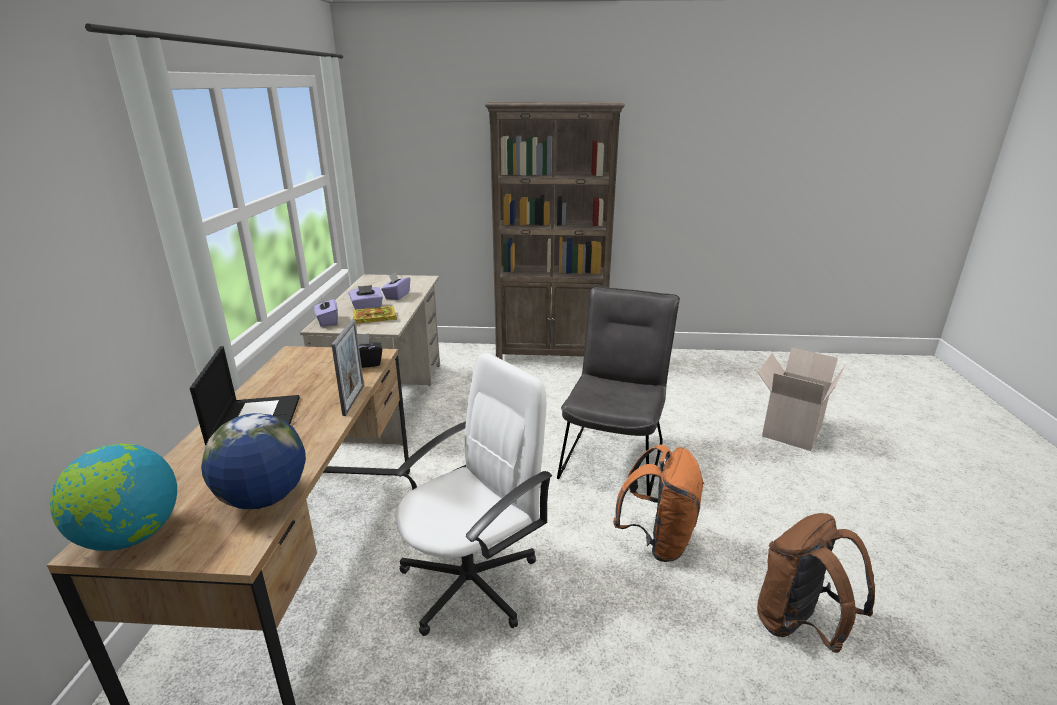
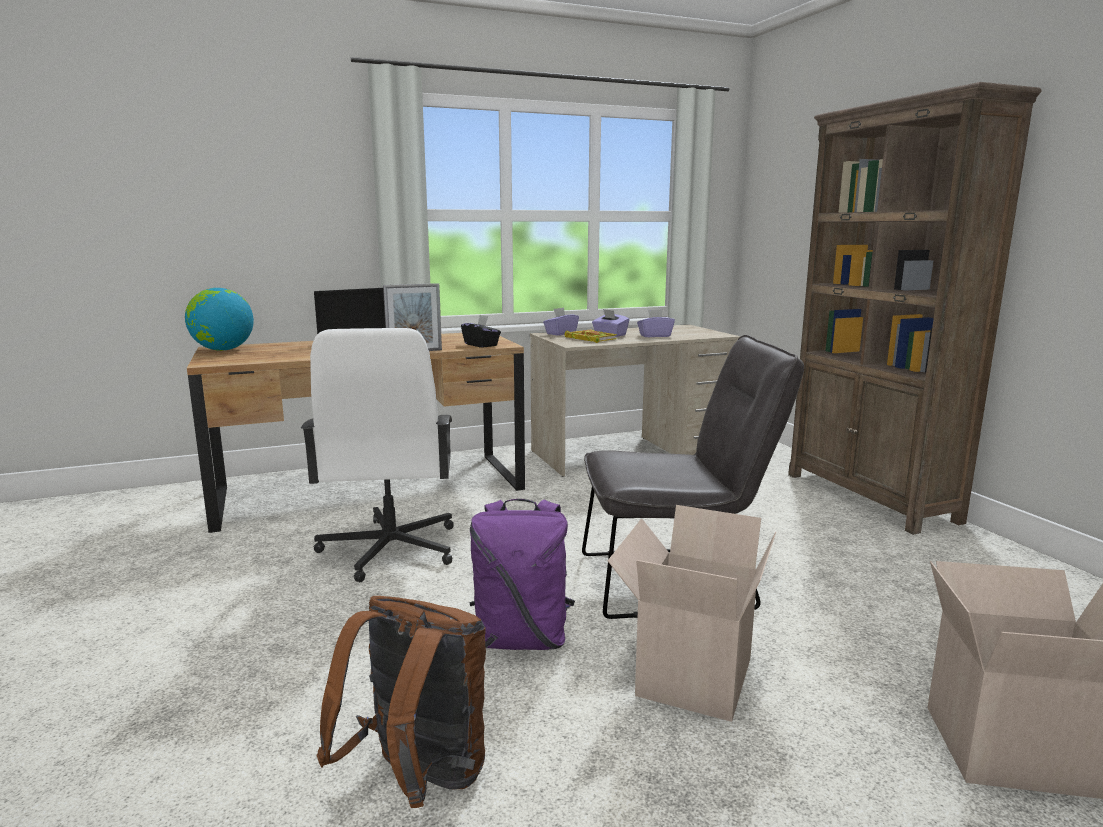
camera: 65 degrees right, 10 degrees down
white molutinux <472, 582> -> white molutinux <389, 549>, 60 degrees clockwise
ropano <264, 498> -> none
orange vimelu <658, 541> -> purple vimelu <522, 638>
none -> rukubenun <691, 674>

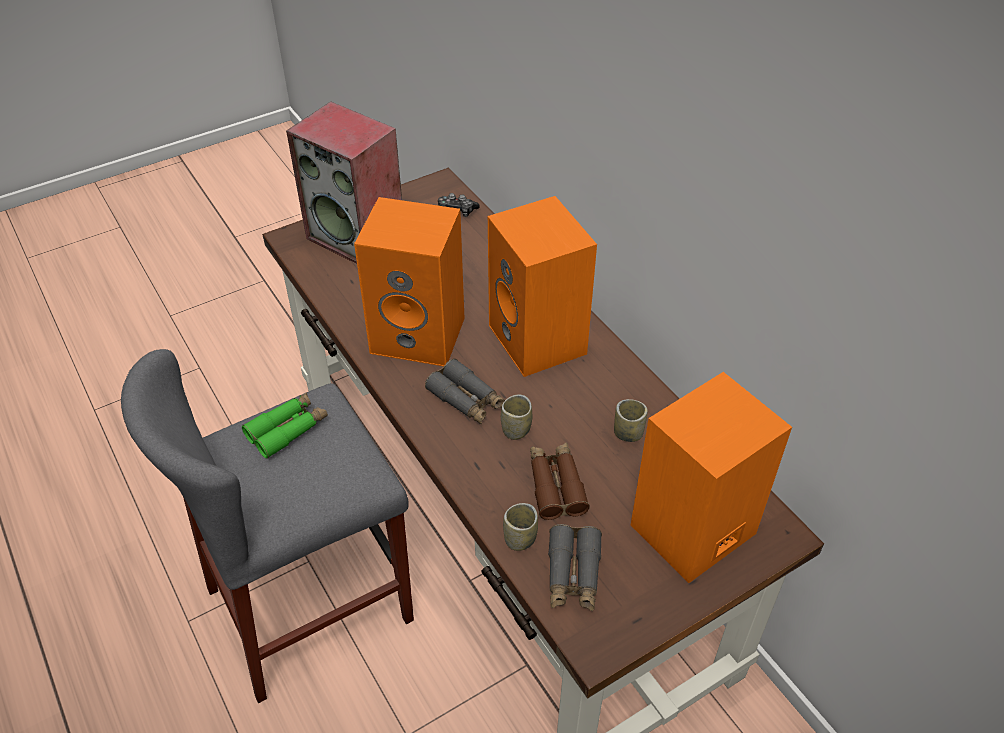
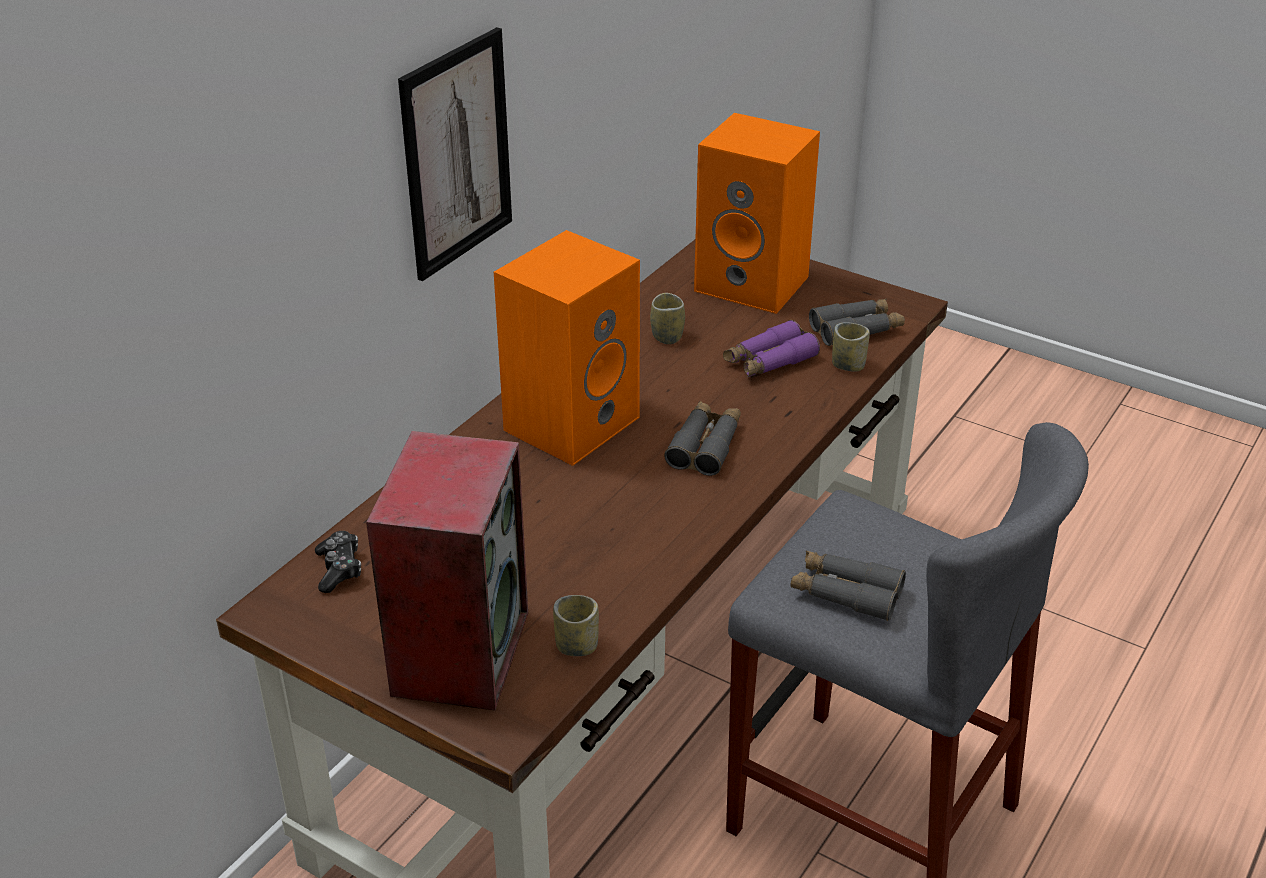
camera: 115 degrees left, 10 degrees down
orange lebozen <420, 334> -> none
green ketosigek <287, 429> -> grey ketosigek <846, 593>
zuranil <516, 430> -> zuranil <577, 646>, shifted
brown ketosigek <556, 485> -> purple ketosigek <769, 361>
none -> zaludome <456, 154>

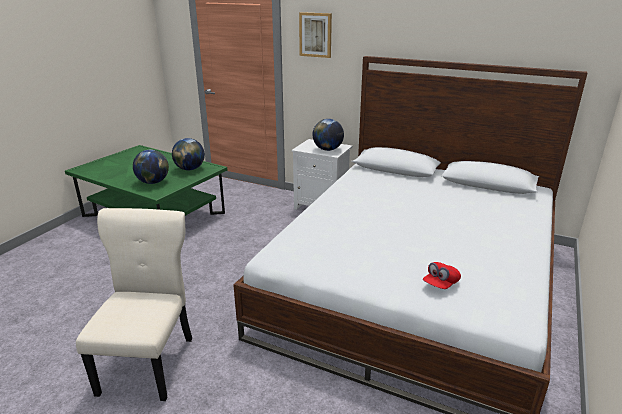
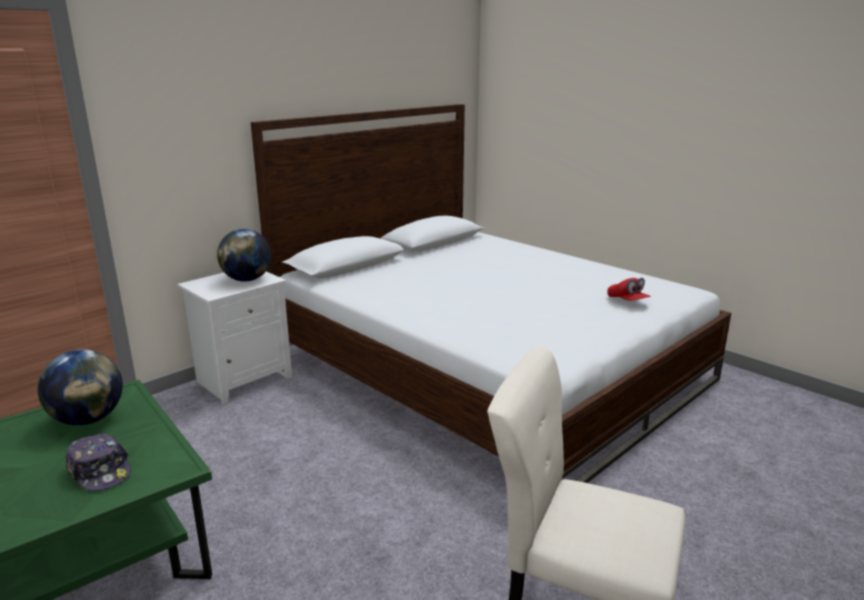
camera: 70 degrees left, 5 degrees down
zaludome <315, 35> -> none
ropano <153, 182> -> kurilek <100, 471>

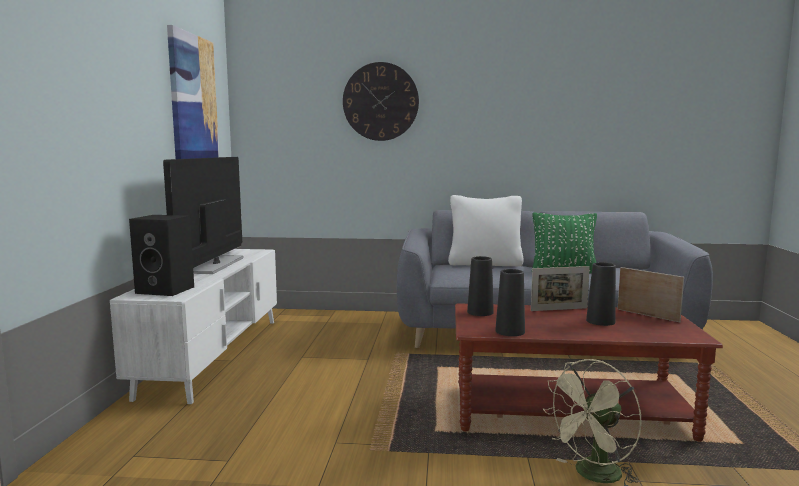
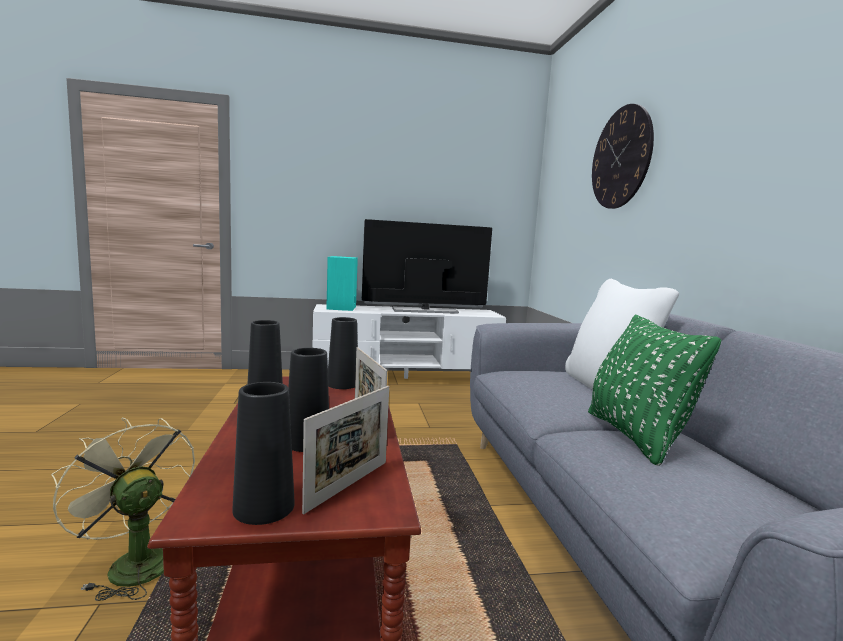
camera: 75 degrees right, 0 degrees up
zaludome <193, 104> -> none
black lebozen <167, 290> -> turquoise lebozen <342, 308>
none -> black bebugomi <264, 507>

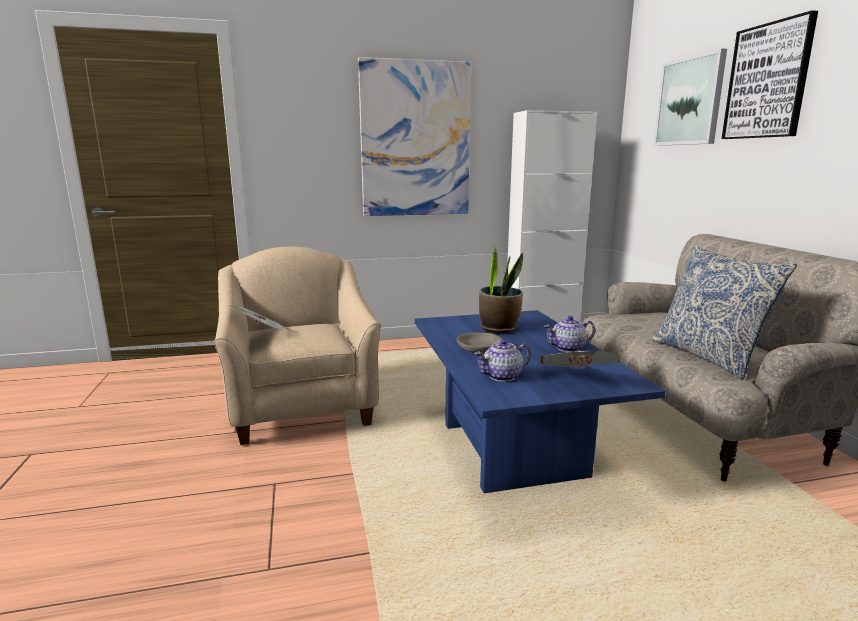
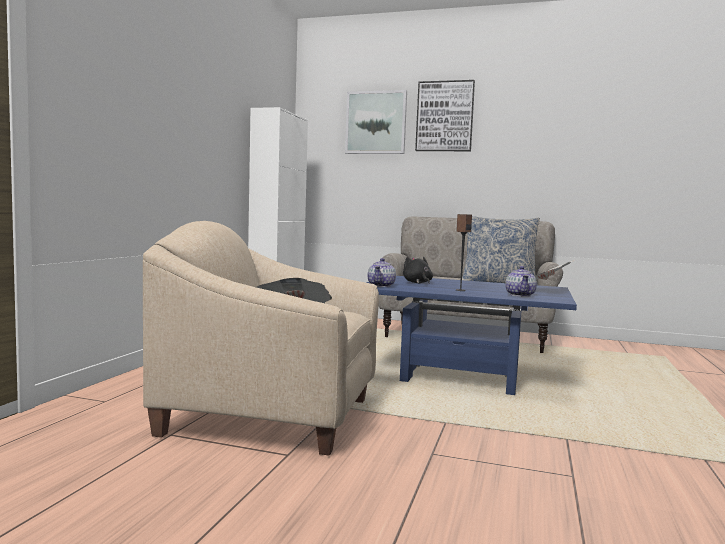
camera: 60 degrees left, 10 degrees down
zaludome <415, 140> -> none
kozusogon <499, 328> -> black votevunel <417, 283>
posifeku <568, 348> -> posifeku <381, 285>, shifted
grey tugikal <480, 349> -> lebozen <460, 290>

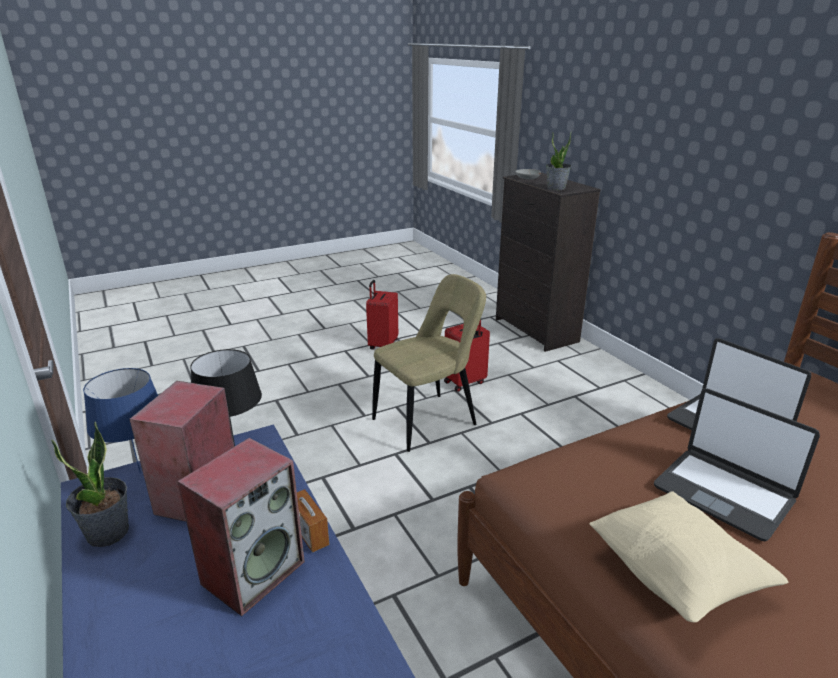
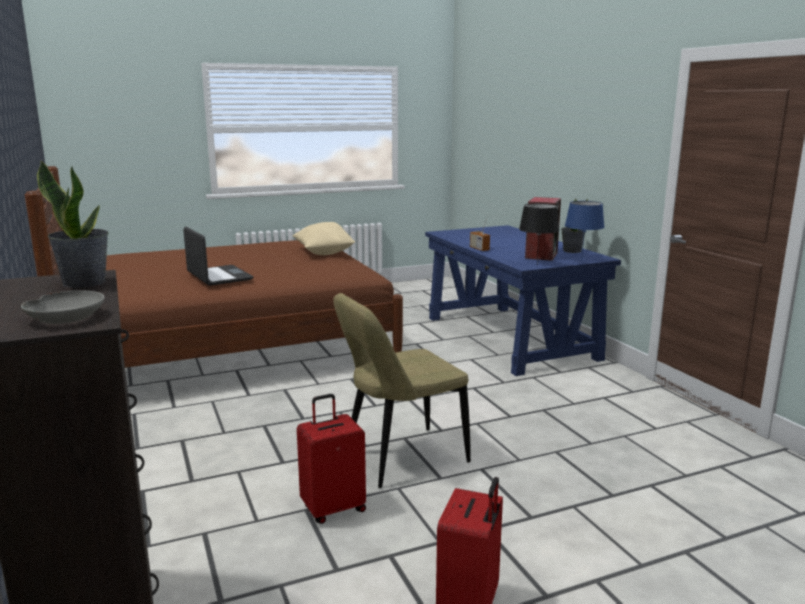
camera: 175 degrees left, 10 degrees down
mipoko <723, 493> -> none
lebozen <253, 571> -> none

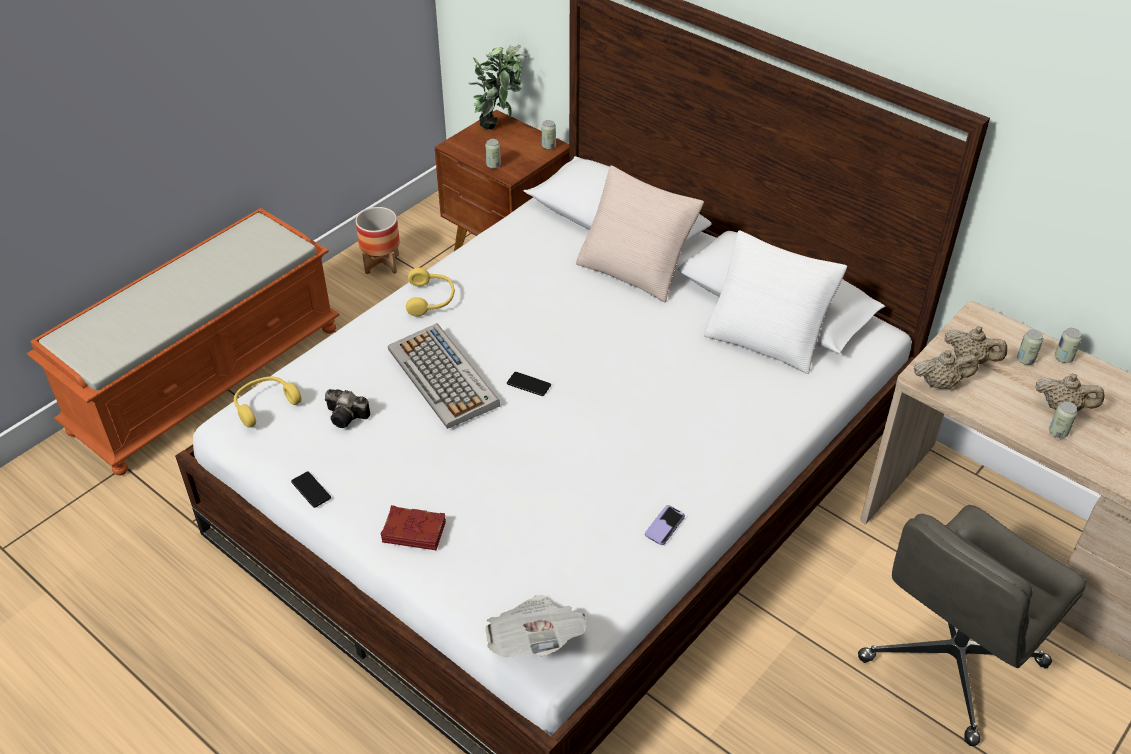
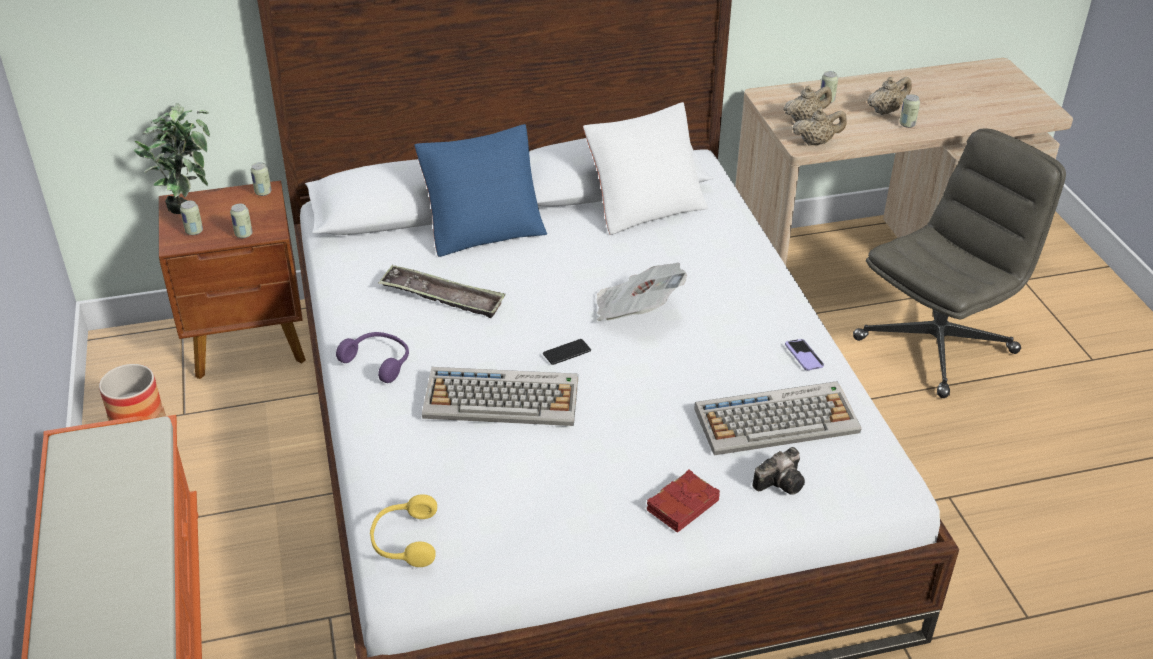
camera: 55 degrees left, 5 degrees down
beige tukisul <636, 267> -> blue tukisul <483, 228>
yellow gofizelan <431, 299> -> purple gofizelan <379, 361>
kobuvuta <1063, 358> -> kobuvuta <194, 231>, shifted
beige posifeku <940, 383> -> beige posifeku <816, 142>, 45 degrees clockwise
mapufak <348, 416> -> mapufak <781, 481>, shifted
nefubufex <311, 490> -> none
grey molutinux <951, 663> -> grey molutinux <936, 344>, 120 degrees counterclockwise
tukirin <535, 641> -> tukirin <636, 311>, shifted
none -> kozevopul <442, 297>
none -> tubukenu <777, 419>

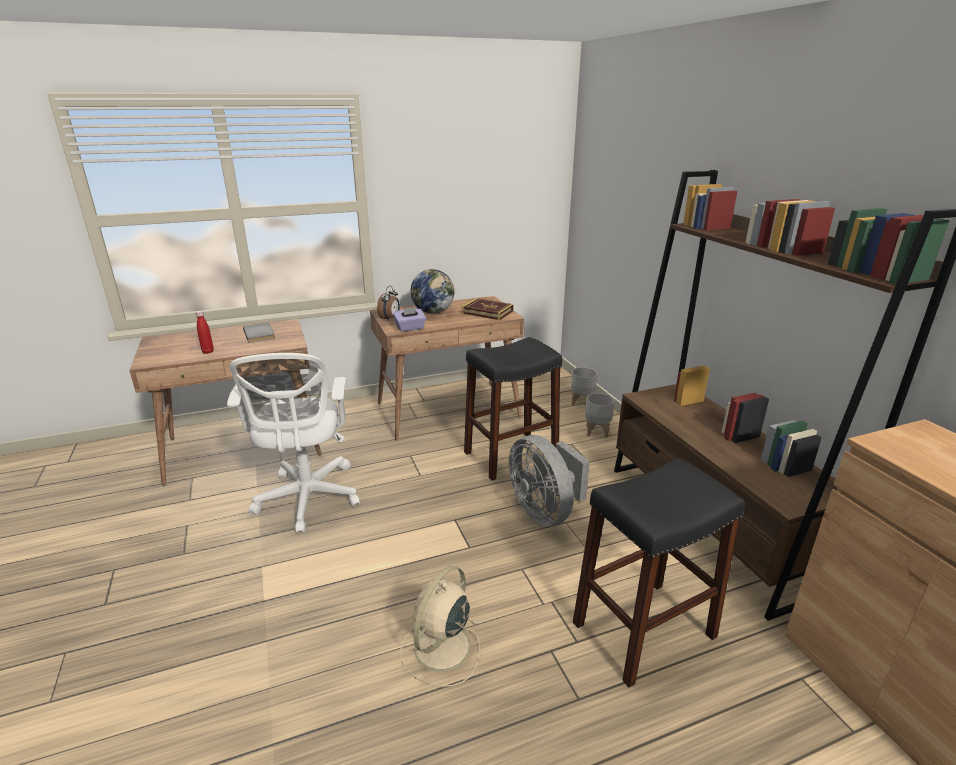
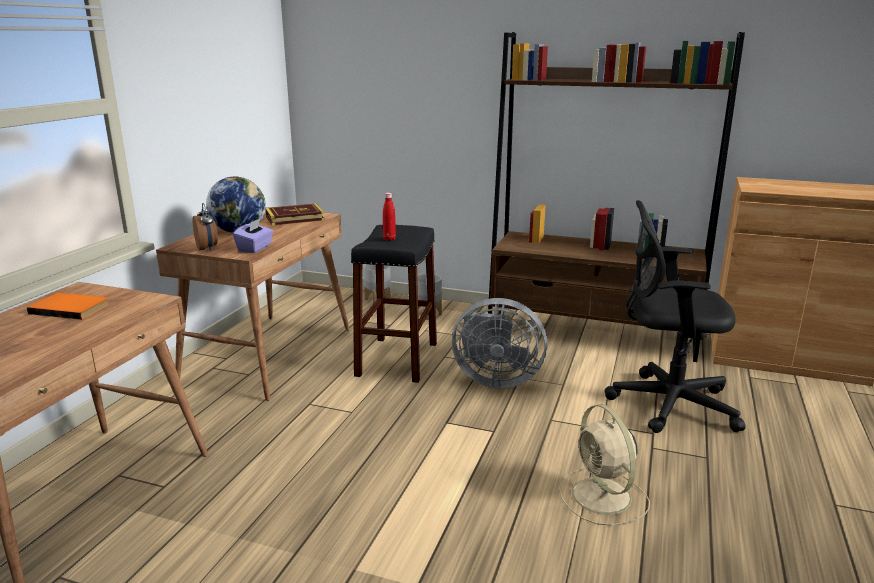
camera: 50 degrees left, 5 degrees down
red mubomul <208, 352> -> red mubomul <389, 239>, shifted
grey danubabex <260, 334> -> orange danubabex <71, 308>
white molutinux <307, 500> -> none
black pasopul <644, 630> -> black molutinux <666, 403>

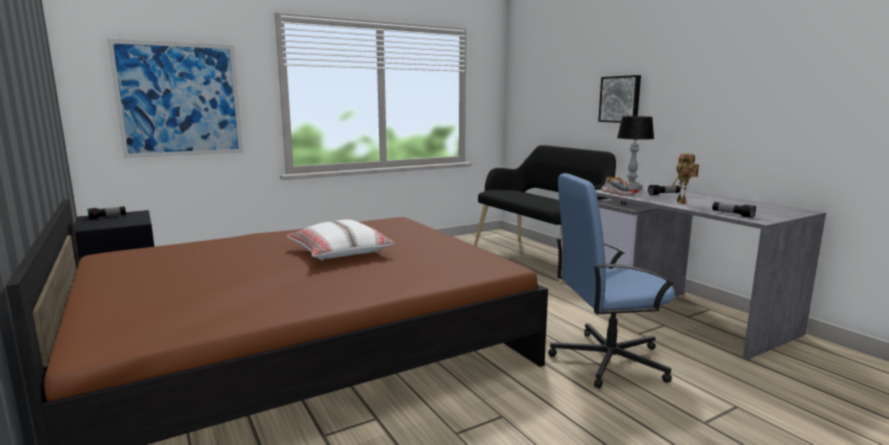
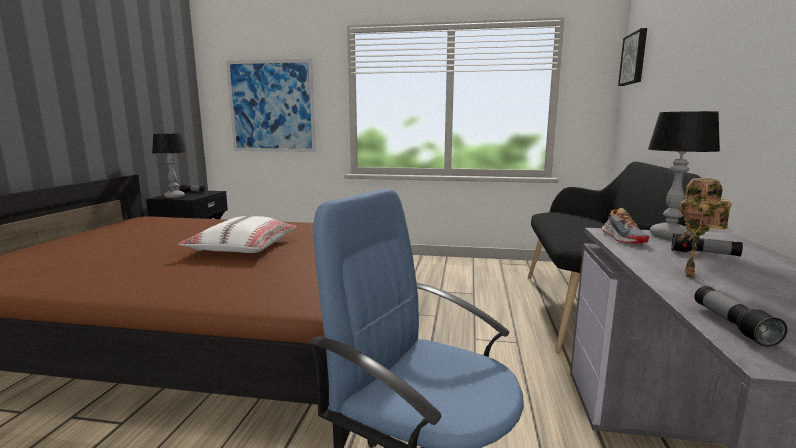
camera: 40 degrees right, 0 degrees up
zaludome <620, 99> -> zaludome <634, 58>, shifted
none -> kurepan <174, 197>

